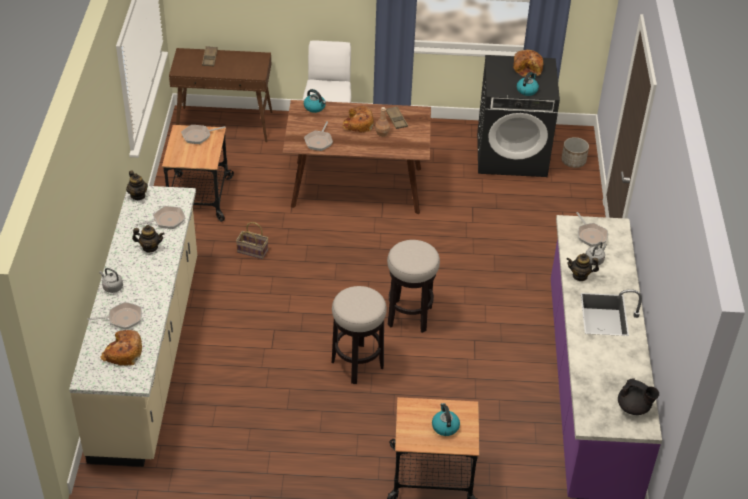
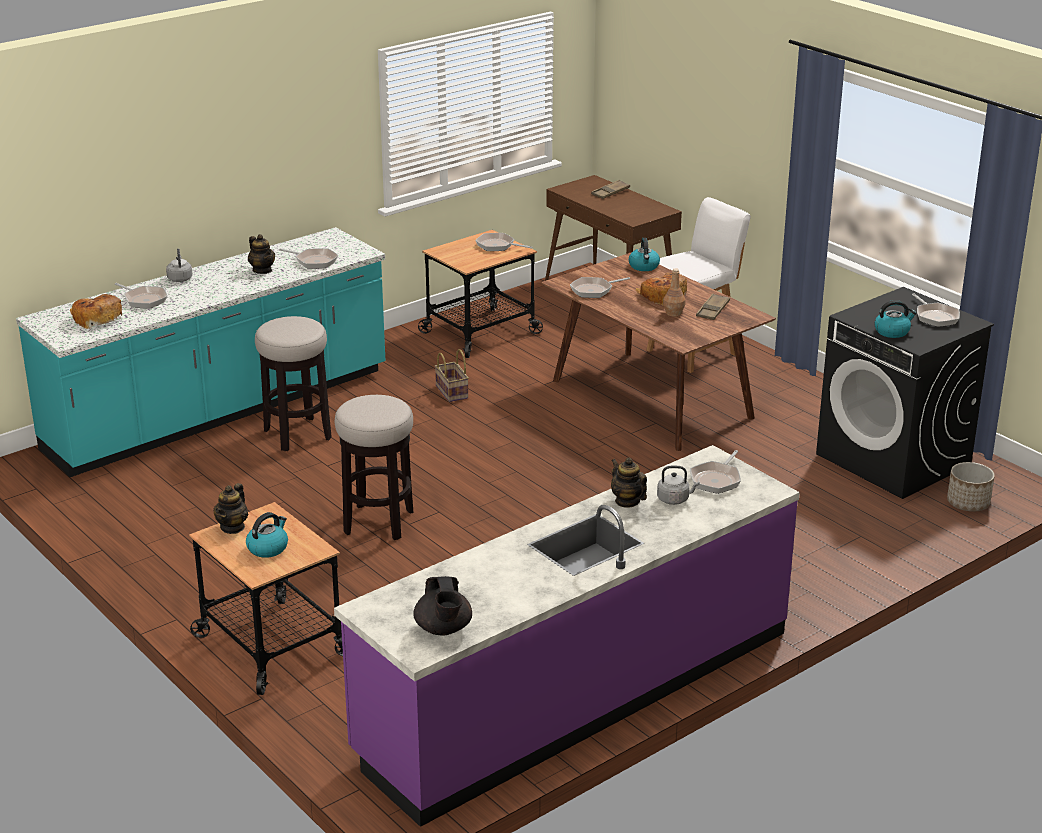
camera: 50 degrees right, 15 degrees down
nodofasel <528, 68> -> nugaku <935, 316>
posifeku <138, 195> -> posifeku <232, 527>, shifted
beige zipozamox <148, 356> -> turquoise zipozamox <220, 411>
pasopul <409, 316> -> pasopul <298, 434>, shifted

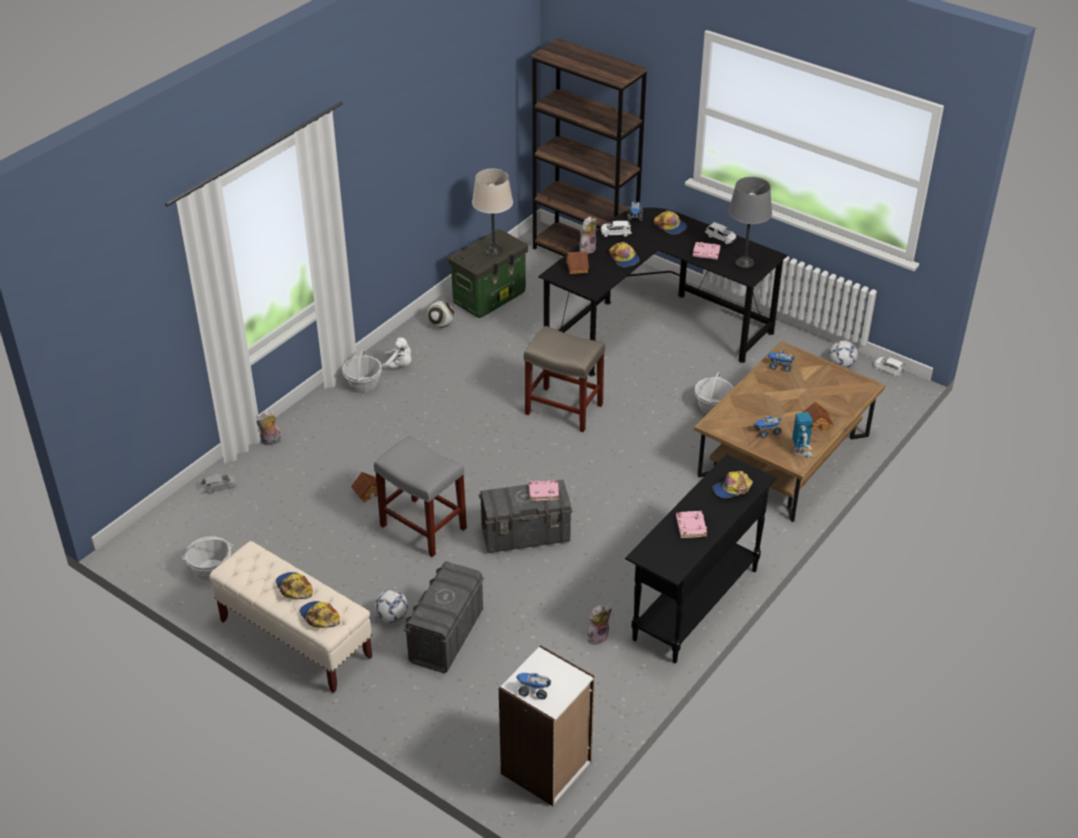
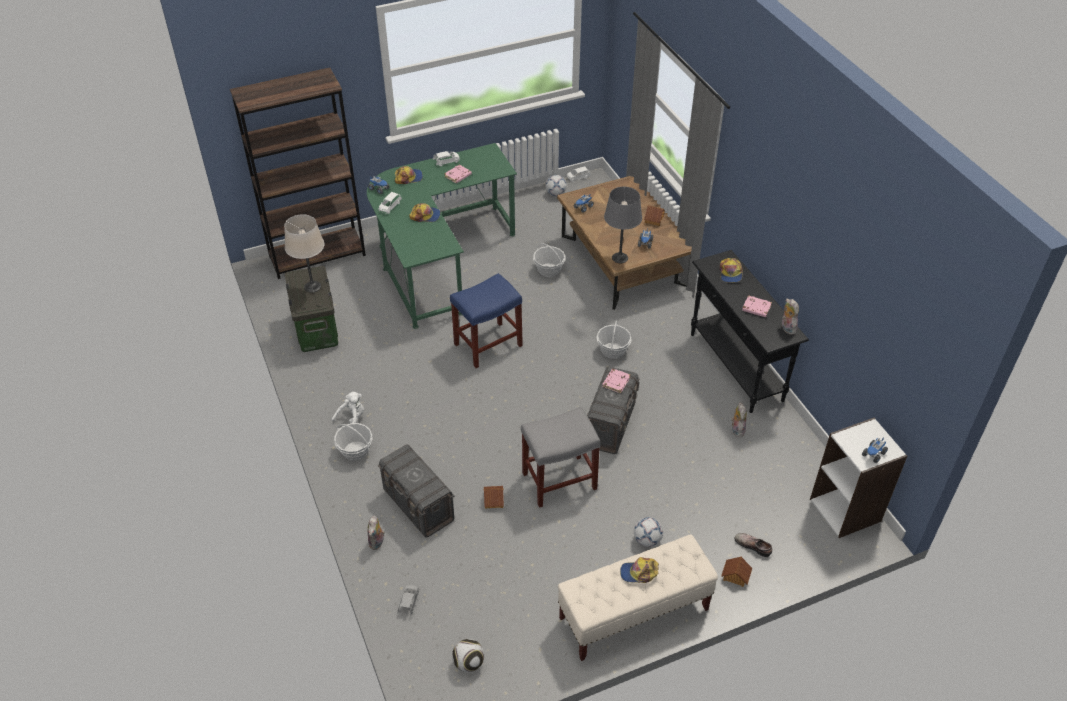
camera: 60 degrees left, 5 degrees up
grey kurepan <744, 262> -> grey kurepan <620, 258>, shifted
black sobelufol <653, 327> -> green sobelufol <437, 259>
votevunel <587, 248> -> votevunel <786, 328>, shifted
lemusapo <576, 267> -> lemusapo <735, 576>, shifted
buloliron <441, 325> -> buloliron <468, 663>, shifted
beige pasopul <562, 409> -> blue pasopul <487, 345>
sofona <801, 451> -> none
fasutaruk <211, 570> -> fasutaruk <613, 350>, shifted
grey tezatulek <446, 636> -> grey tezatulek <418, 505>, shifted
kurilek <319, 617> -> none
none -> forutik <753, 545>

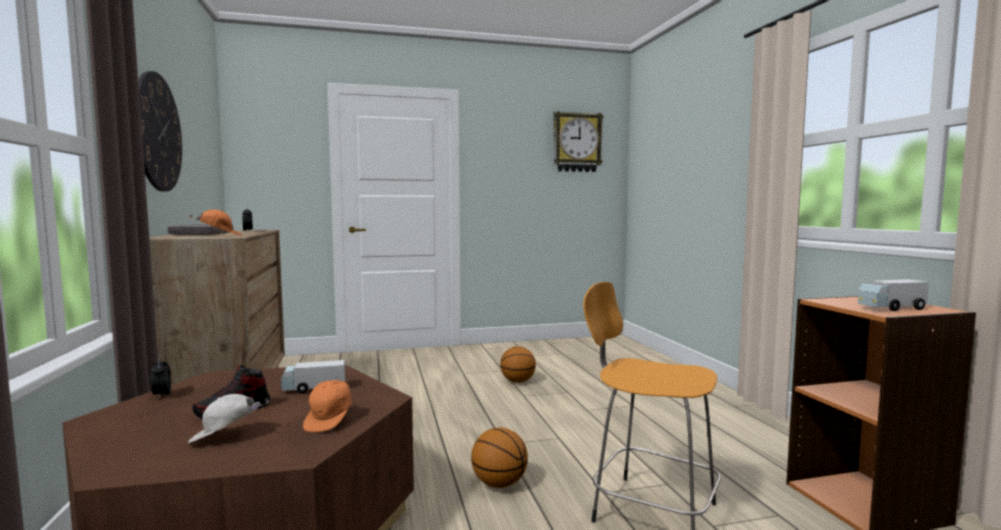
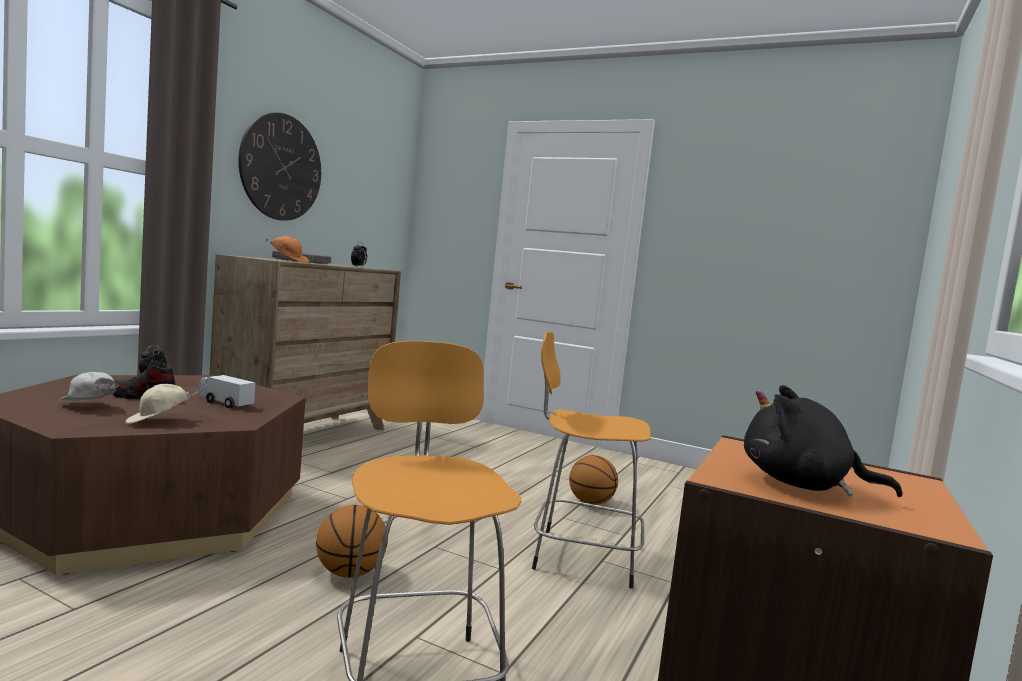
camera: 40 degrees right, 0 degrees up
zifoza <576, 142> -> none
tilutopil <891, 308> -> black votevunel <802, 486>
orange kurilek <330, 420> -> beige kurilek <158, 421>
none -> orange pasopul <580, 556>

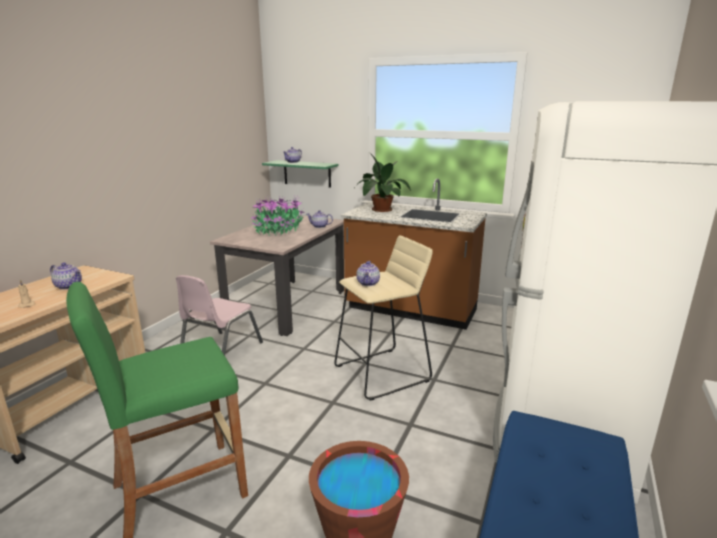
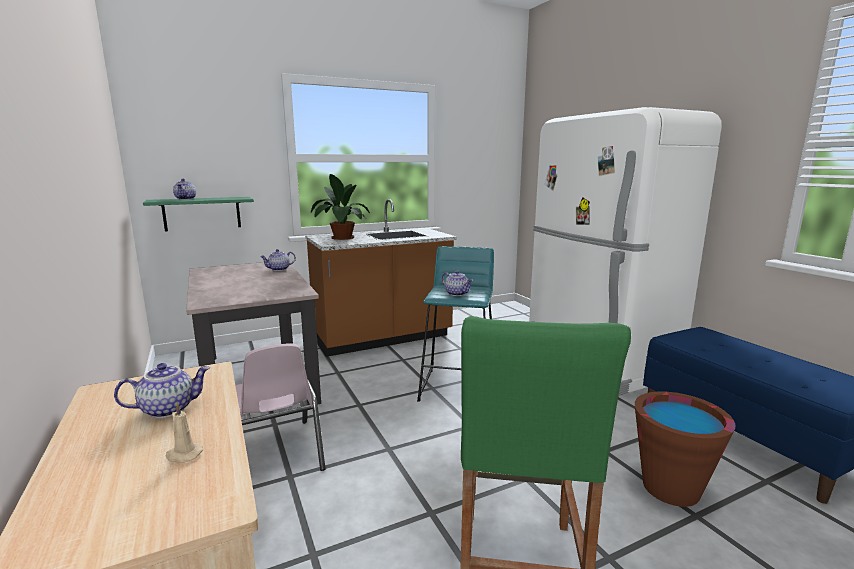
camera: 50 degrees left, 5 degrees down
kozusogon <278, 231> -> none
beige pasopul <383, 373> -> turquoise pasopul <459, 387>

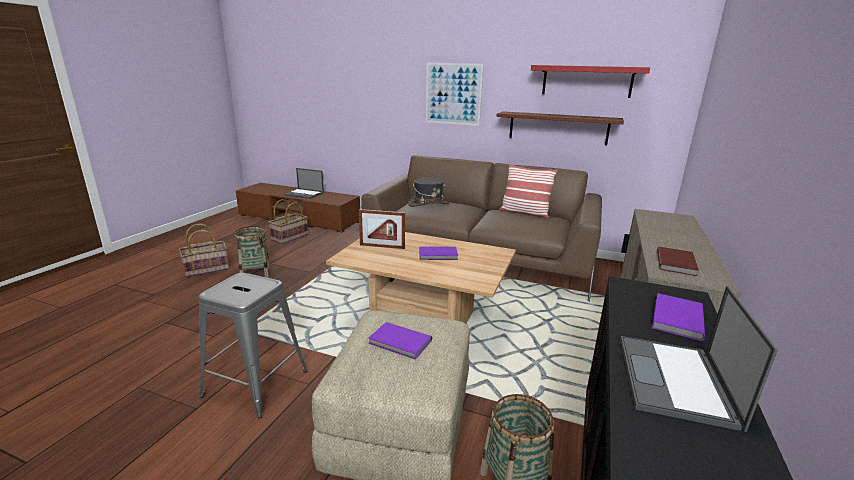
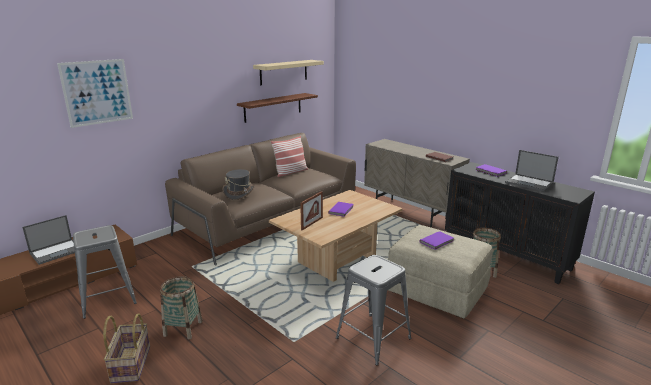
camera: 65 degrees left, 0 degrees up
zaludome <453, 94> -> zaludome <97, 92>, shifted
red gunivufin <587, 81> -> beige gunivufin <284, 72>
fasutaruk <290, 237> -> grey pasopul <107, 298>

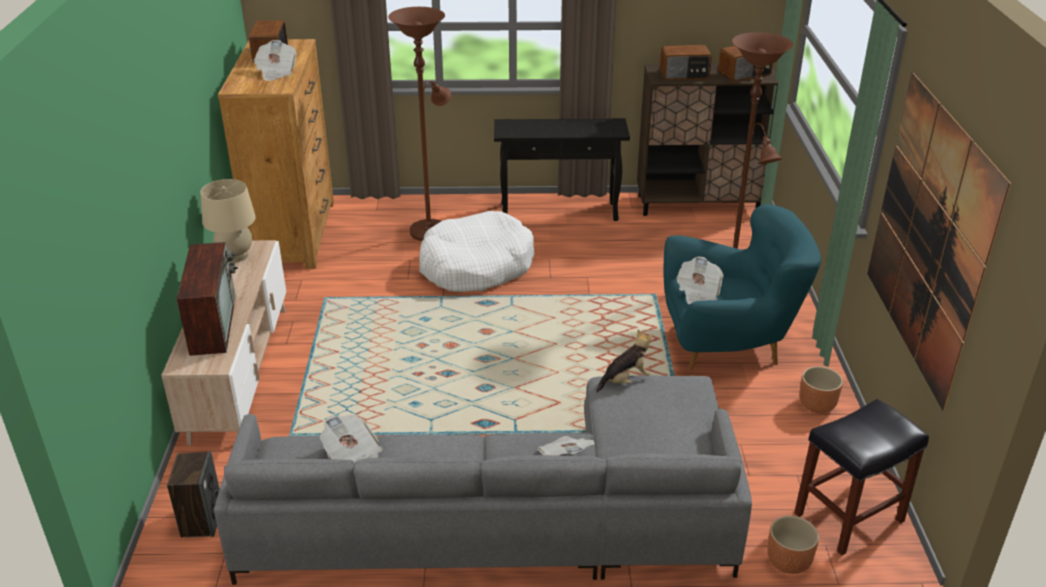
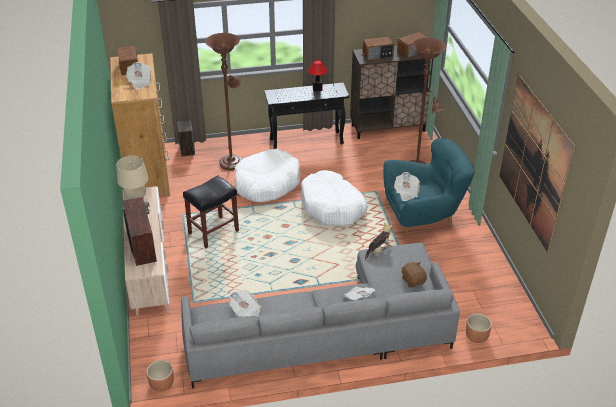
camera: 10 degrees left, 5 degrees up
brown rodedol <816, 405> -> brown rodedol <161, 385>, shifted
black pasopul <848, 518> -> black pasopul <213, 232>, shifted
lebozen <201, 520> -> lebozen <187, 150>, shifted
none -> kurepan <317, 89>
none -> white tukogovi <332, 206>
none -> brown votevunel <413, 281>

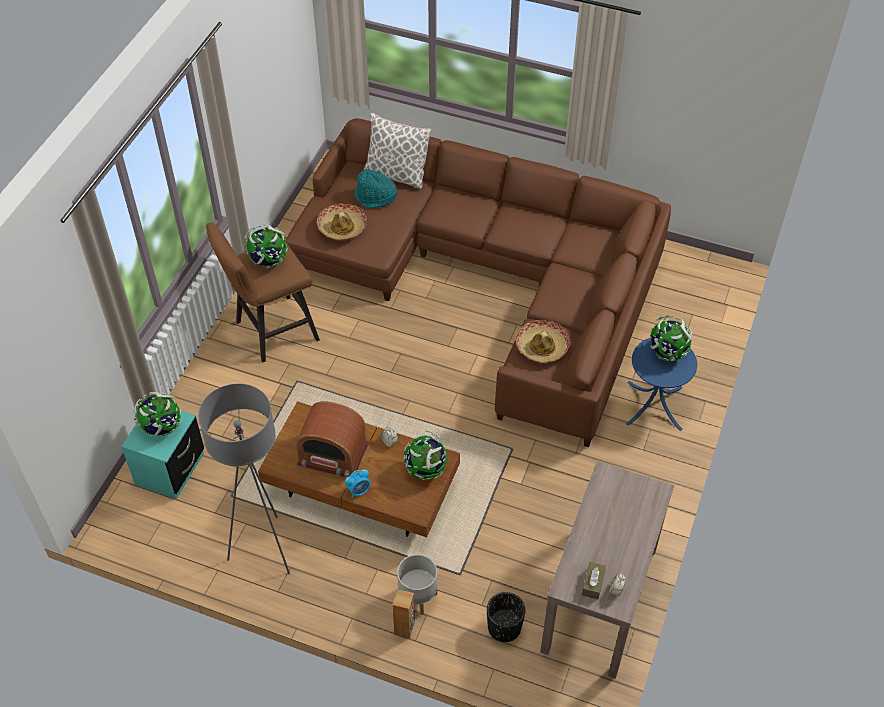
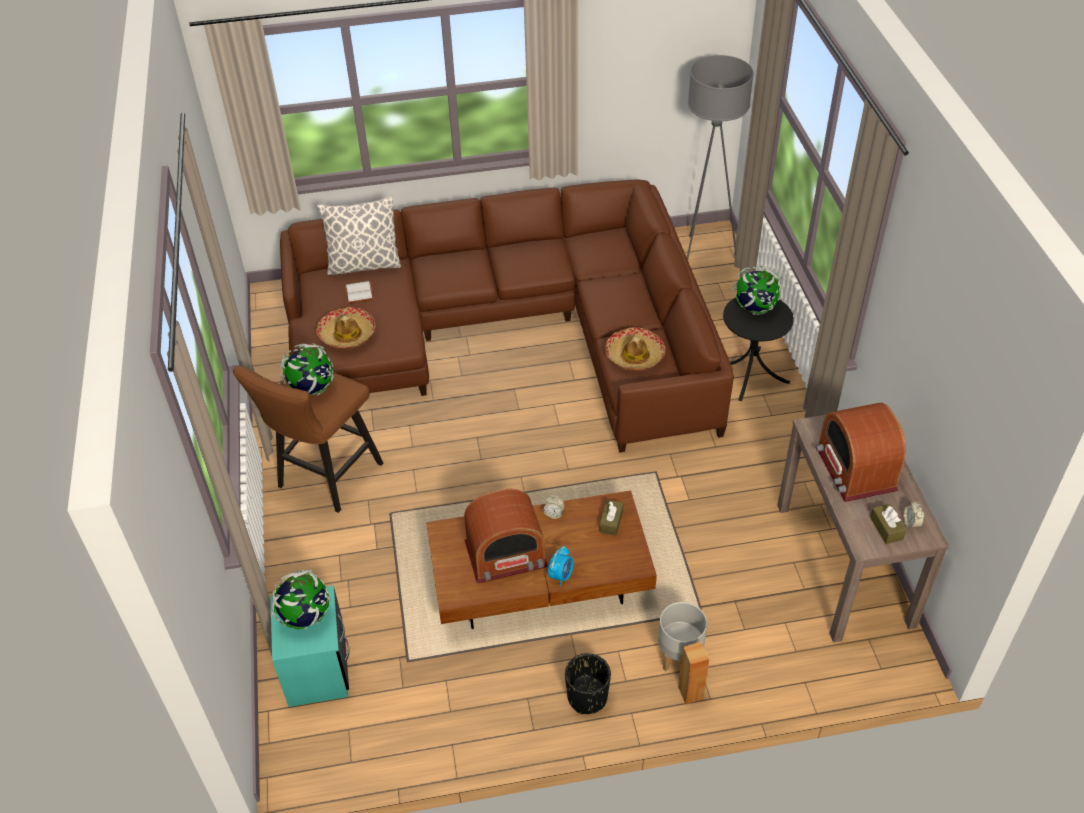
camera: 30 degrees left, 5 degrees down
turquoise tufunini <375, 197> -> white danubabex <360, 293>
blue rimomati <654, 405> -> black rimomati <750, 373>
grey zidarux <265, 548> -> grey zidarux <703, 256>, shifted
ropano <426, 469> -> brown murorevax <611, 522>
black rodedol <504, 627> -> black rodedol <587, 697>, shifted
none -> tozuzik <855, 469>

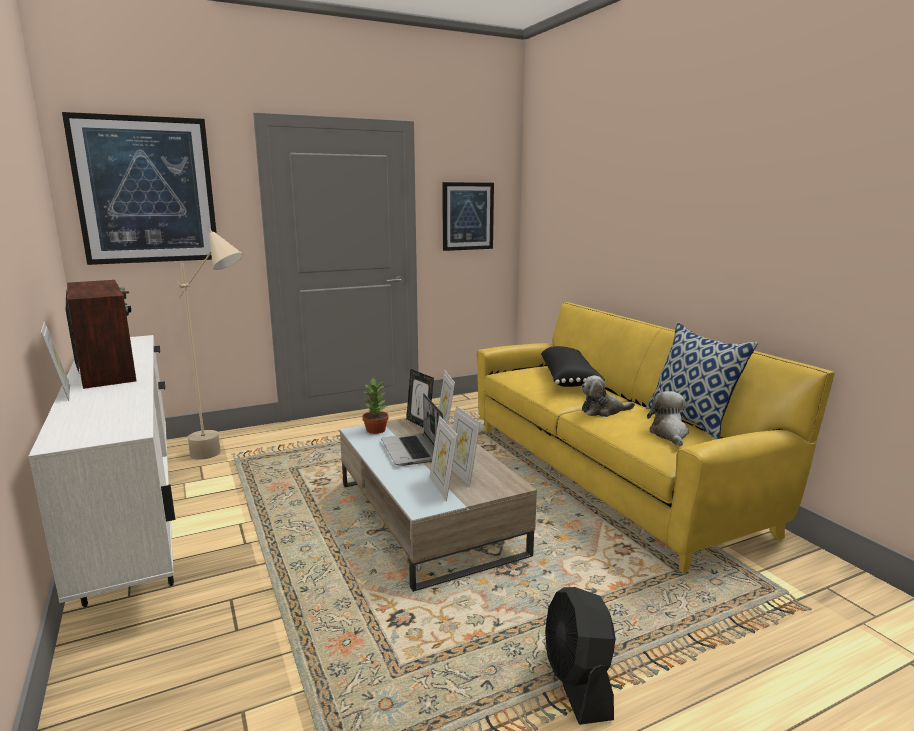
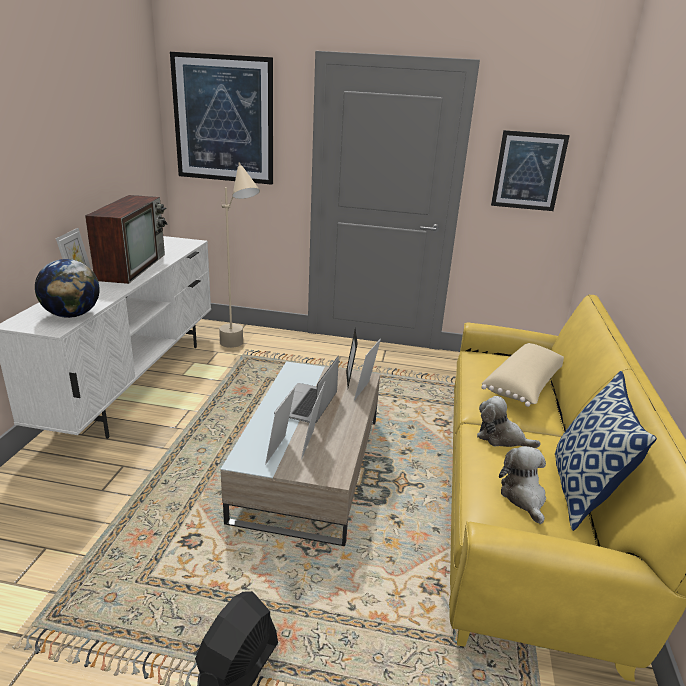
camera: 35 degrees right, 10 degrees up
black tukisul <569, 379> -> beige tukisul <525, 386>
kozusogon <376, 430> -> none
votevunel <669, 434> -> votevunel <523, 497>, 45 degrees counterclockwise
none -> ropano <72, 315>

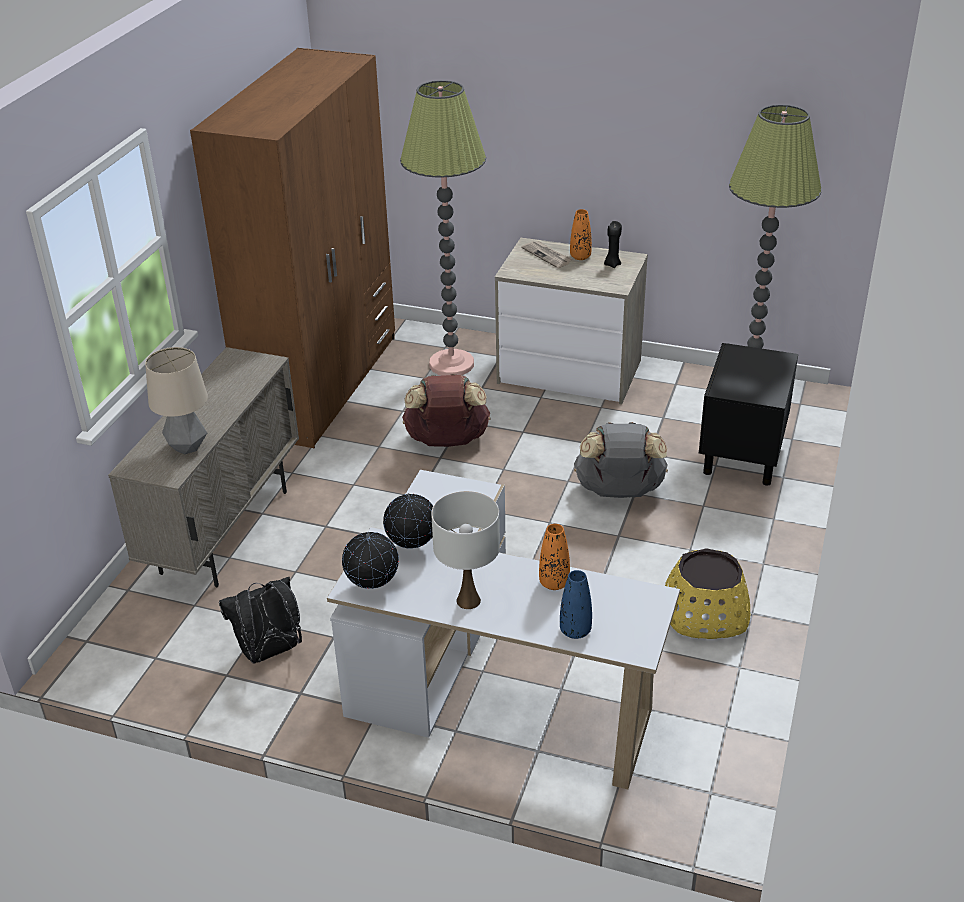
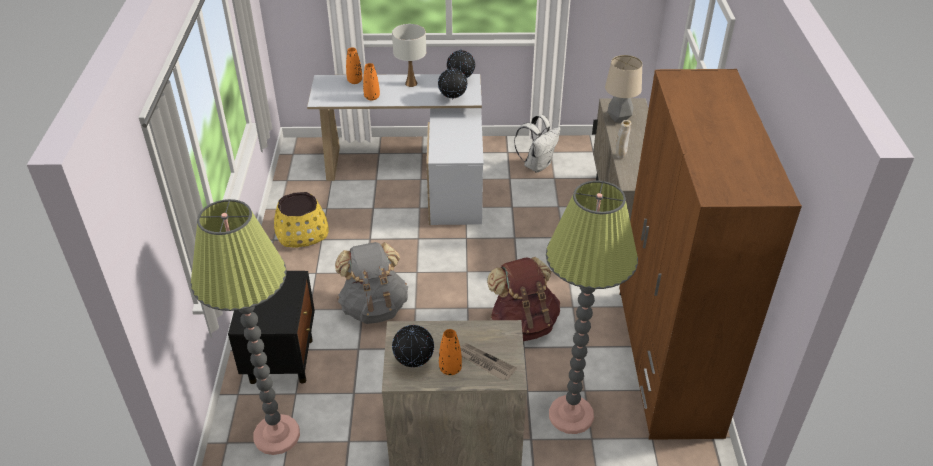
camera: 160 degrees right, 5 degrees up
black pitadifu <612, 264> -> ropano <414, 363>
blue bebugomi <575, 631> -> orange bebugomi <355, 81>
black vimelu <269, 653> -> white vimelu <537, 165>
none -> beige bebugomi <620, 156>

